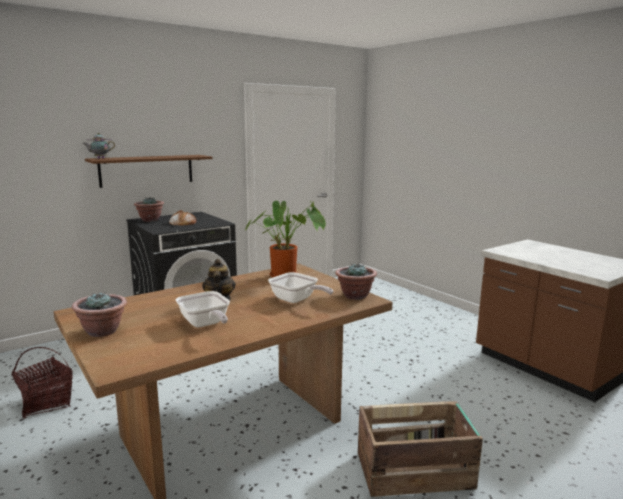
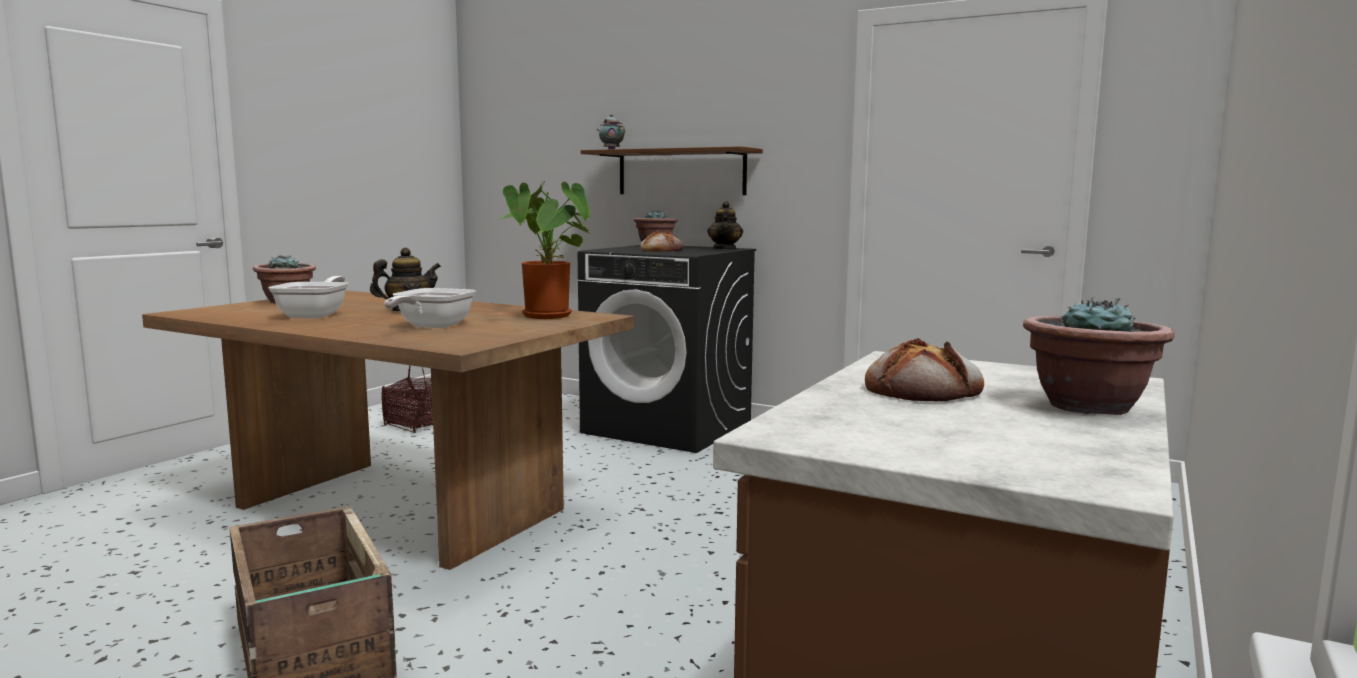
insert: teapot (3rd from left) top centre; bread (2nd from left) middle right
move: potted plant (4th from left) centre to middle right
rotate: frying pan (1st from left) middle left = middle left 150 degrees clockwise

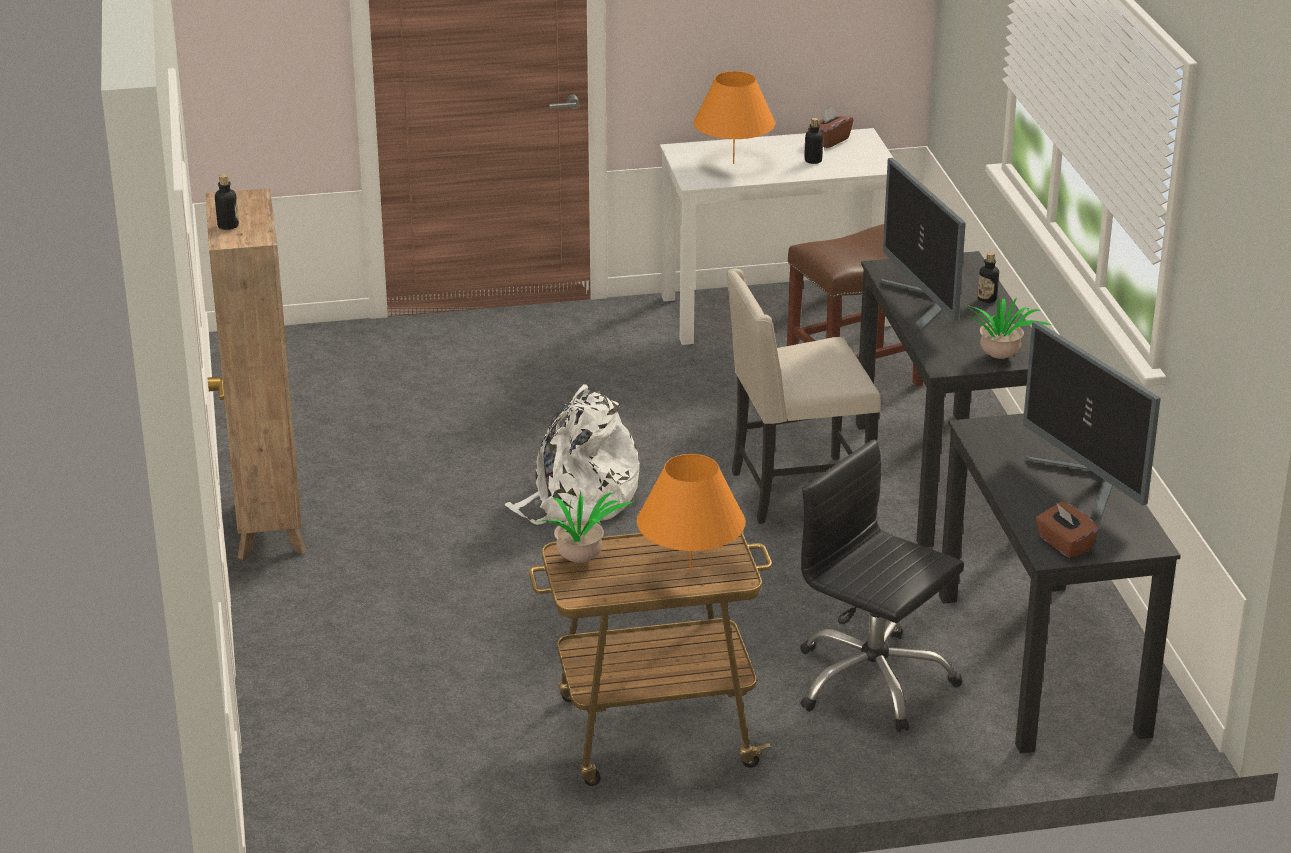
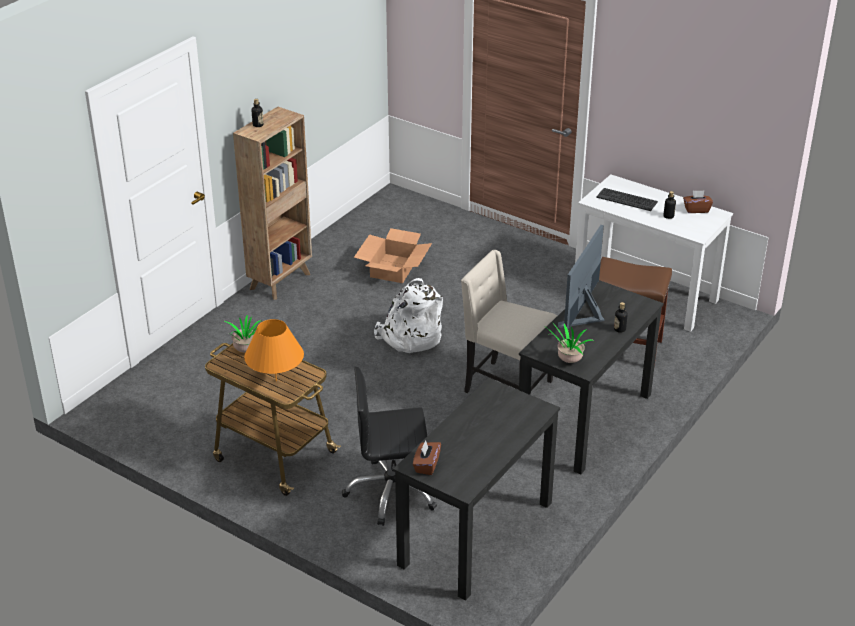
delete: monitor (2nd from left) middle right
insert: cardboard box centre
replace: orange table lamp (2nd from left) top centre to keyboard top right
rotate: black office chair bottom right = bottom centre 90 degrees counterclockwise

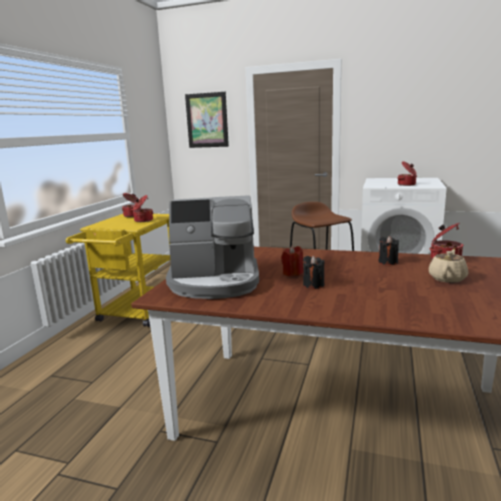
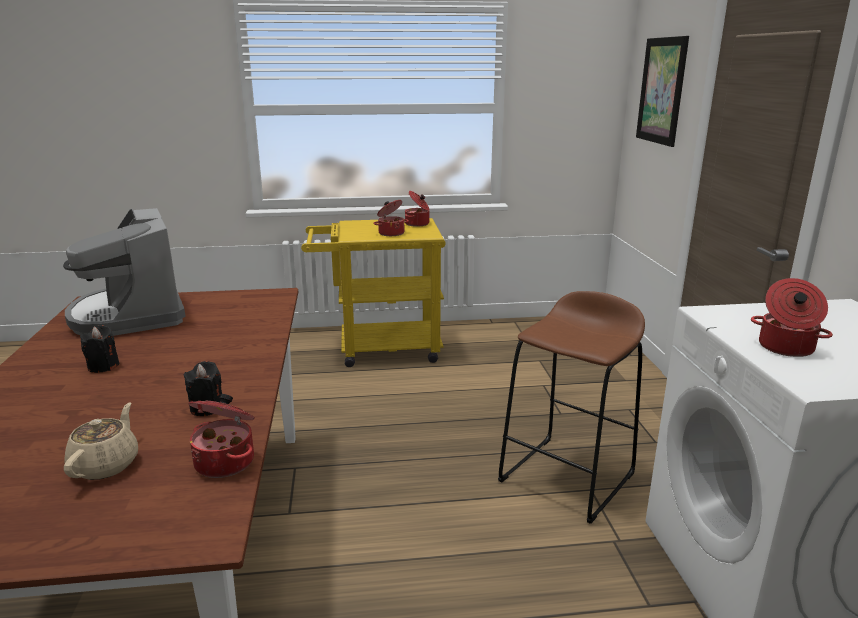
delete: red candle centre
rotate: beige teapot middle right = bottom left 90 degrees counterclockwise

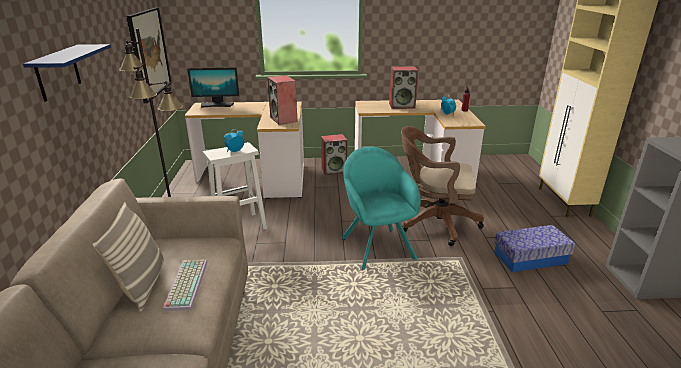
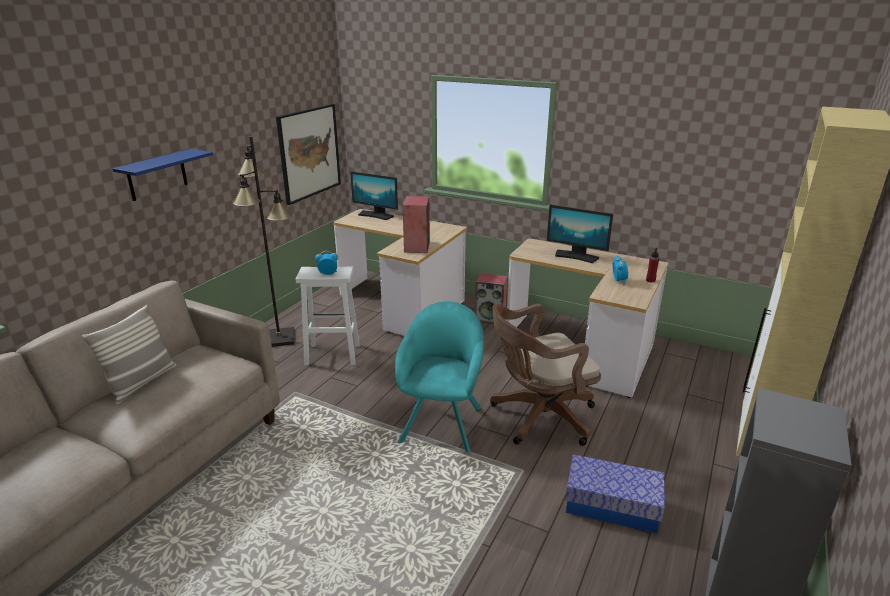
delete: keyboard bottom left
replace: speaker (3rd from left) top centre to monitor (2nd from left) centre
rotate: brown office chair centre = centre 60 degrees counterclockwise

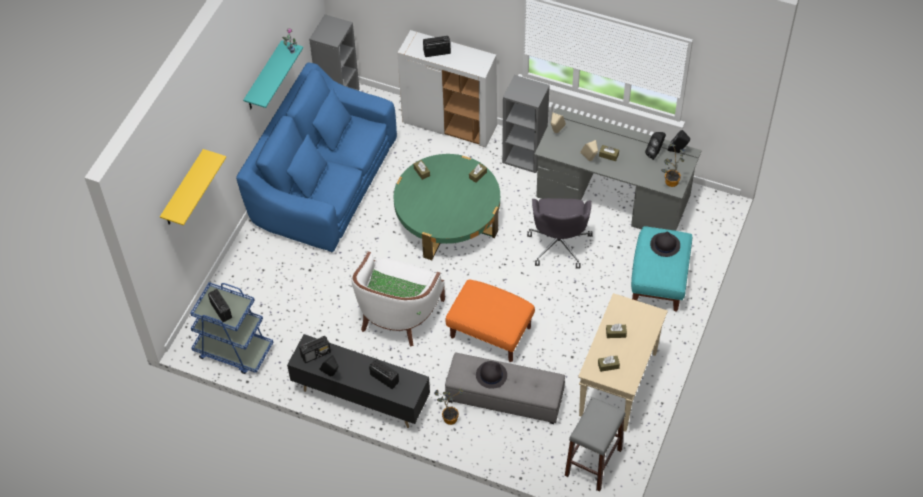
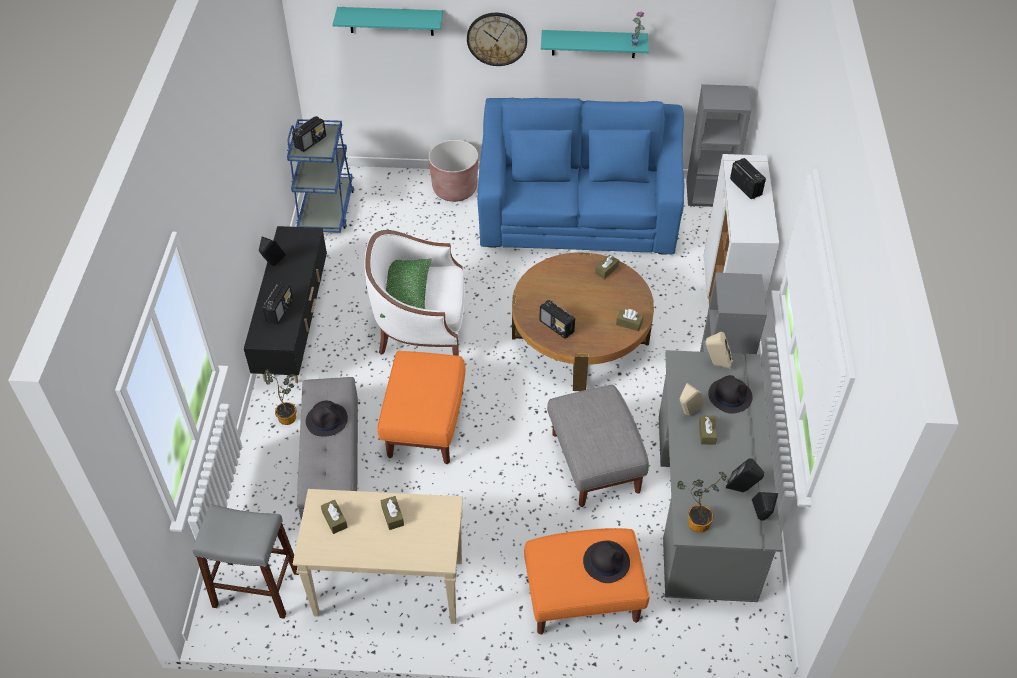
insert: wall clock top centre; brown planter top centre; black hat (3rd from left) middle right
move: radio (2nd from left in the first image) bottom centre to radio (3rd from left) centre
replace: grey office chair centre to grey ottoman (2nd from left) centre
recolor: yellow shelf middle left to turquoise shelf (1st from left) top centre; green coffee table centre to brown coffee table centre; turquoise ottoman middle right to orange ottoman (2nd from left) bottom centre

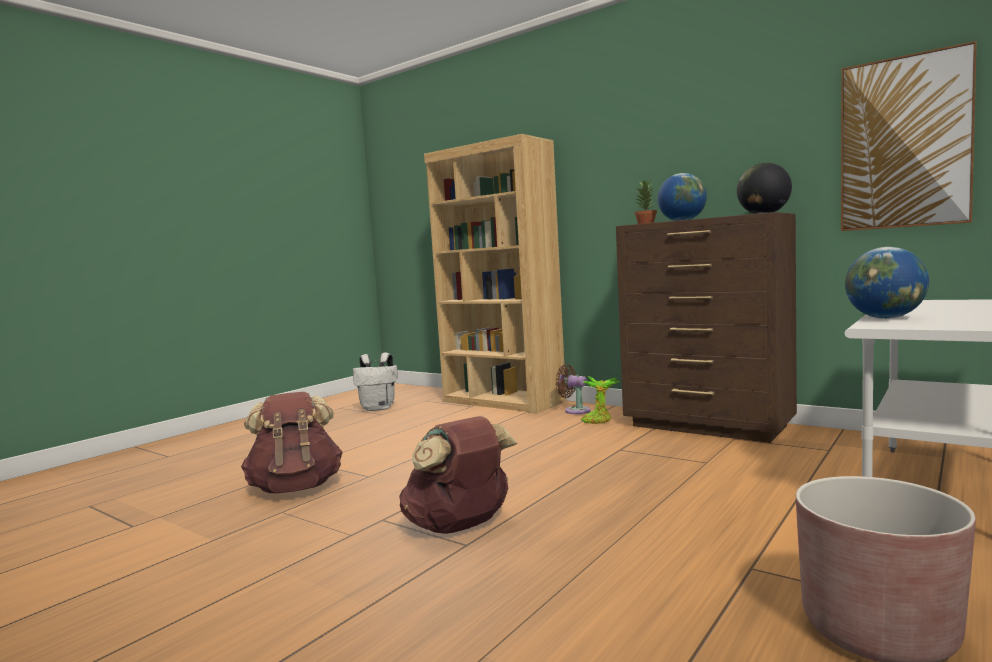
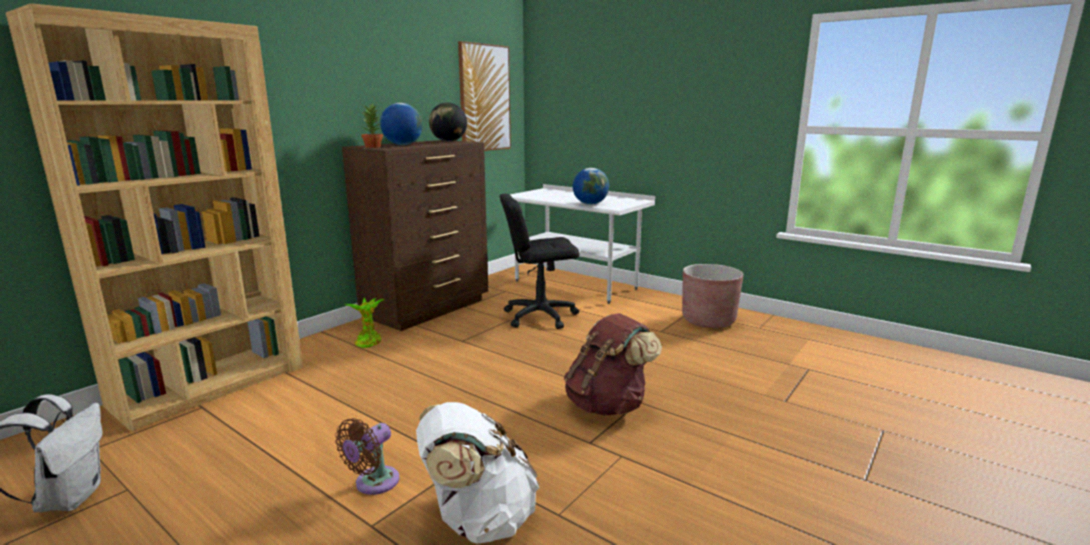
insert: black office chair centre
move: brown fan centre to bottom centre
recolor: brown backpack (1st from left) bottom left to white backpack (2nd from left) bottom centre

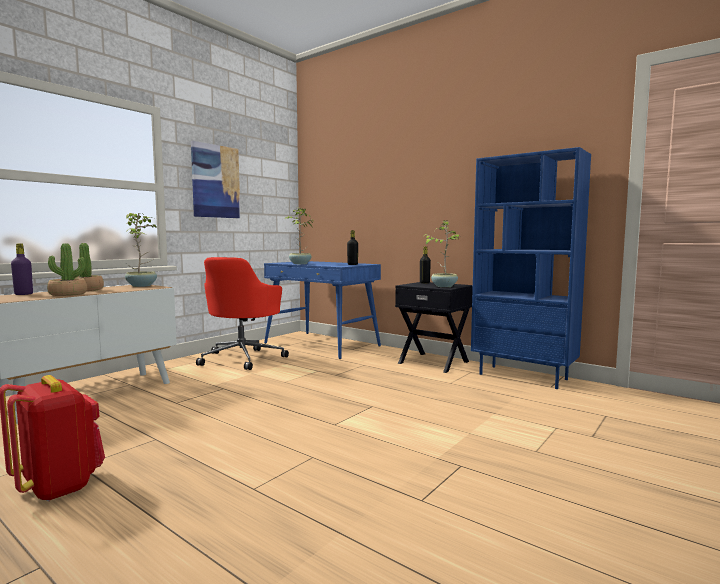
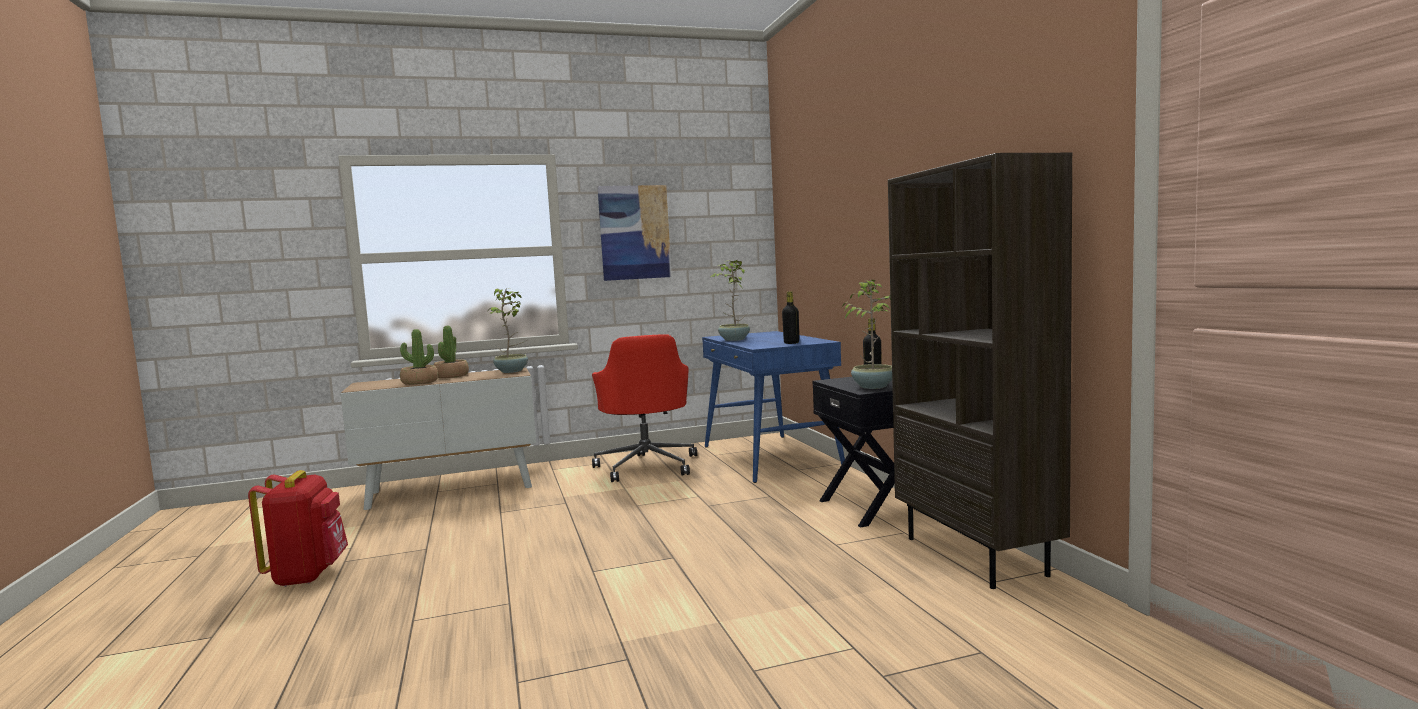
delete: purple bottle middle left
recolor: blue bookcase middle right to brown bookcase middle right
rotate: red office chair centre = centre 60 degrees counterclockwise

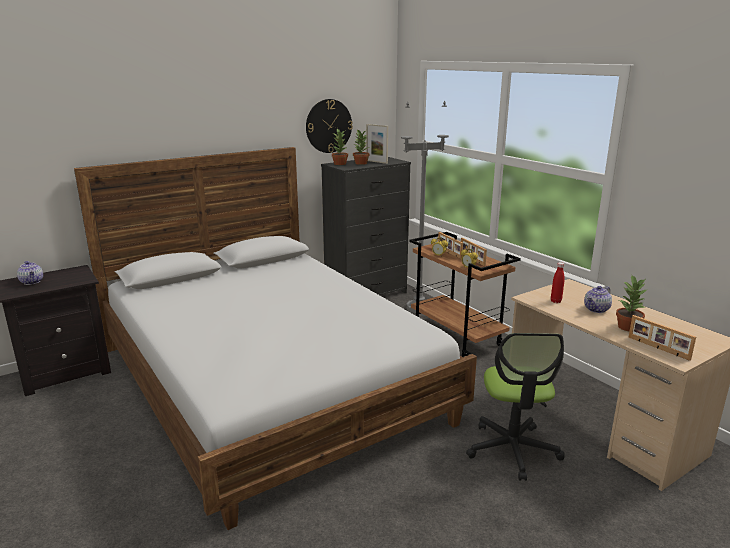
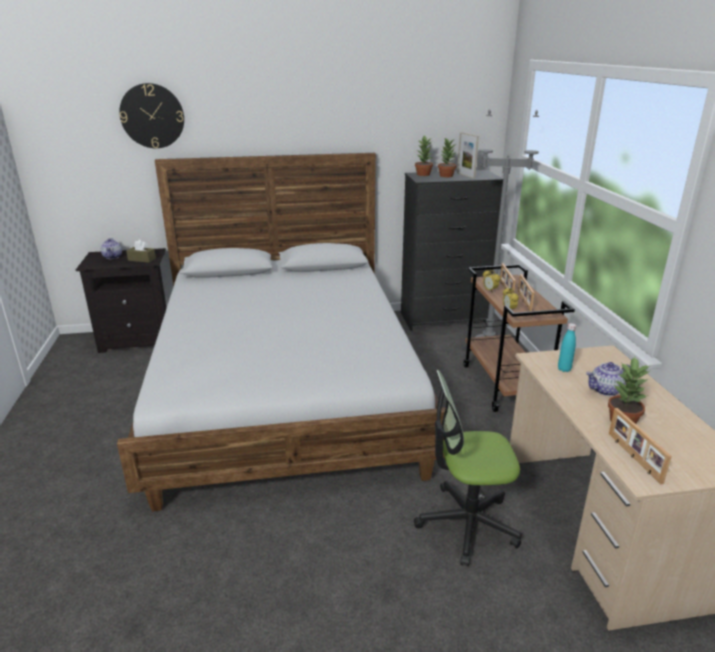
insert: brown tissue box middle left
move: wall clock top centre to top left
recolor: red bottle middle right to turquoise bottle middle right
rotate: office chair bottom right = bottom centre 60 degrees clockwise

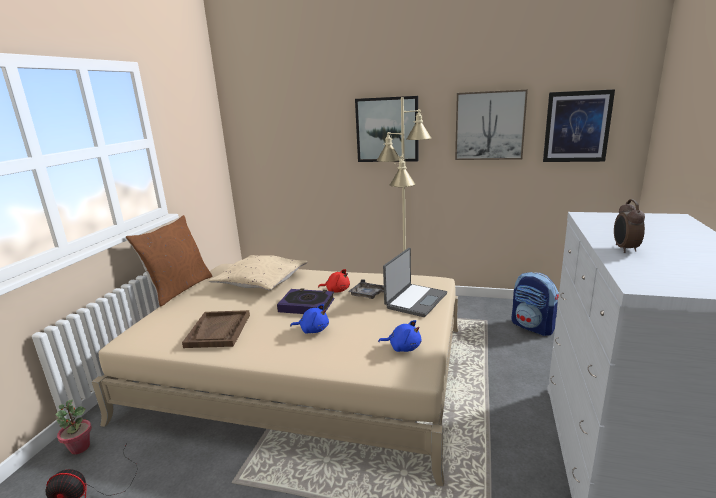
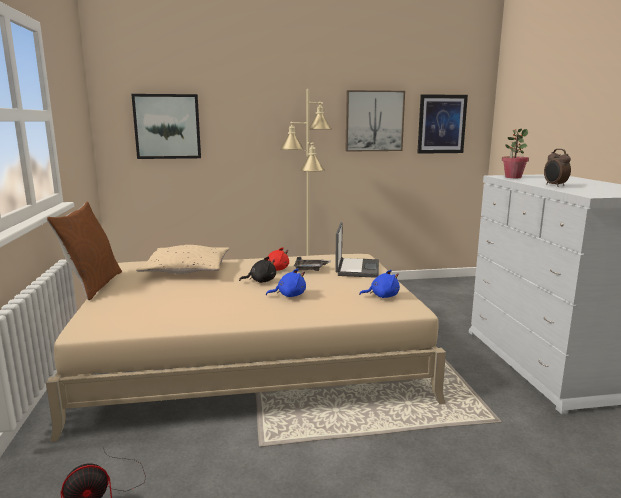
delete: backpack middle right; brown tray middle left
move: picture (1st from left) top centre to top left; potted plant bottom left to top right
replace: book centre to black plush toy centre

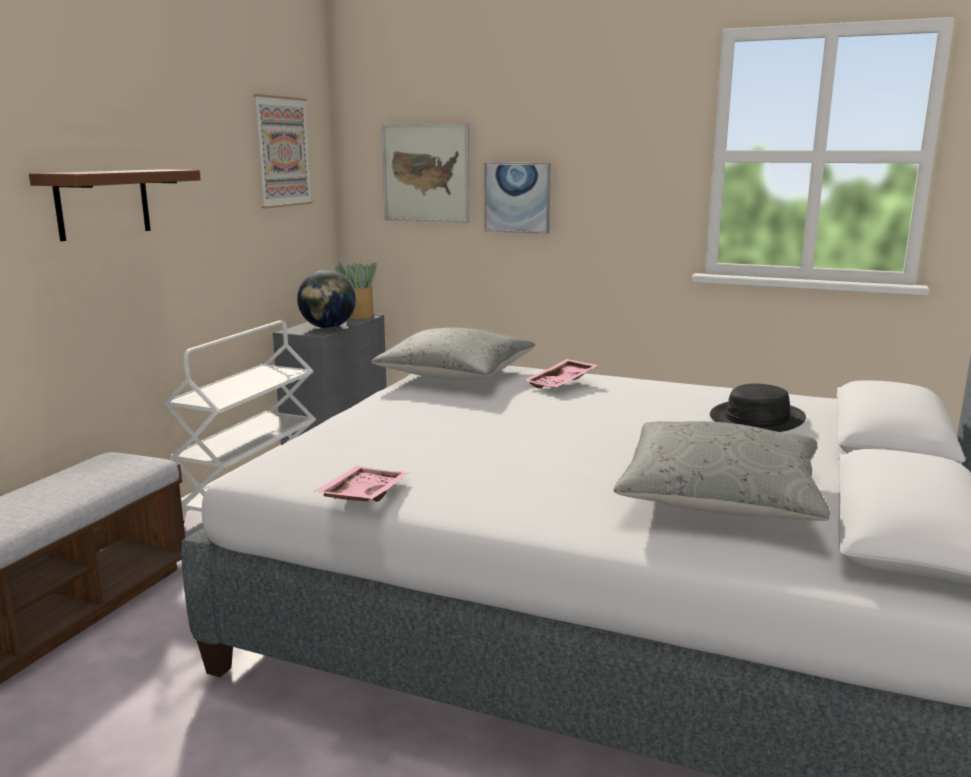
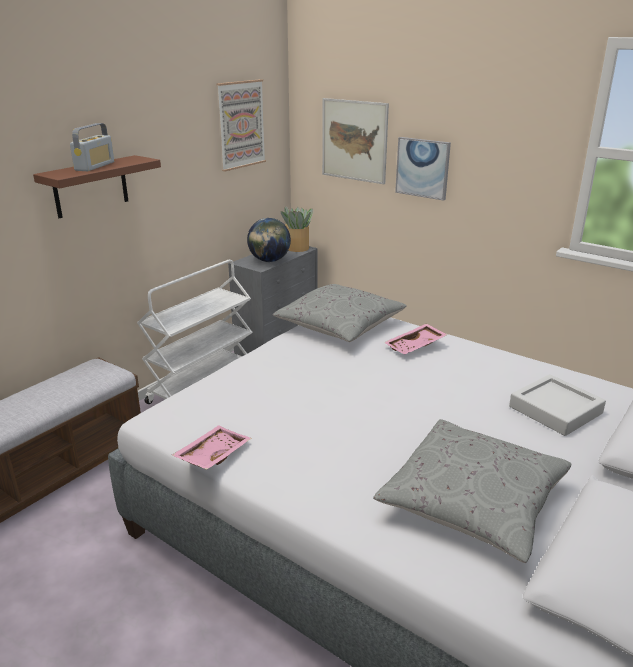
insert: radio top left
replace: black hat middle right to grey tray middle right

